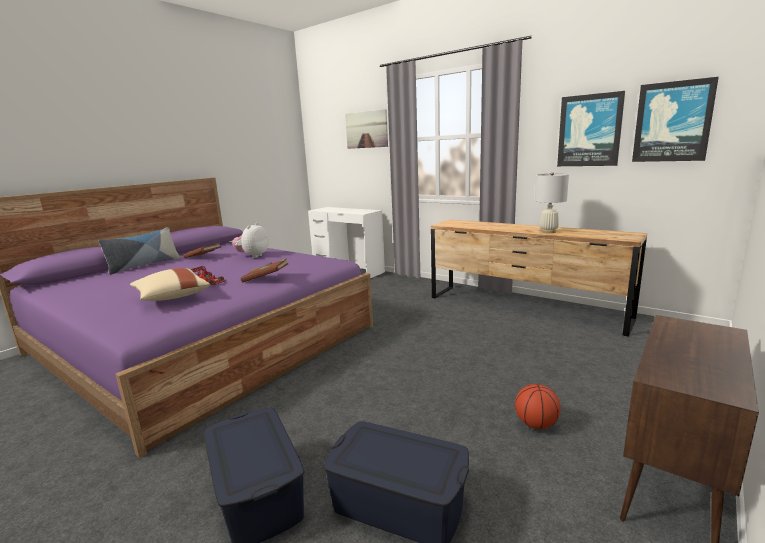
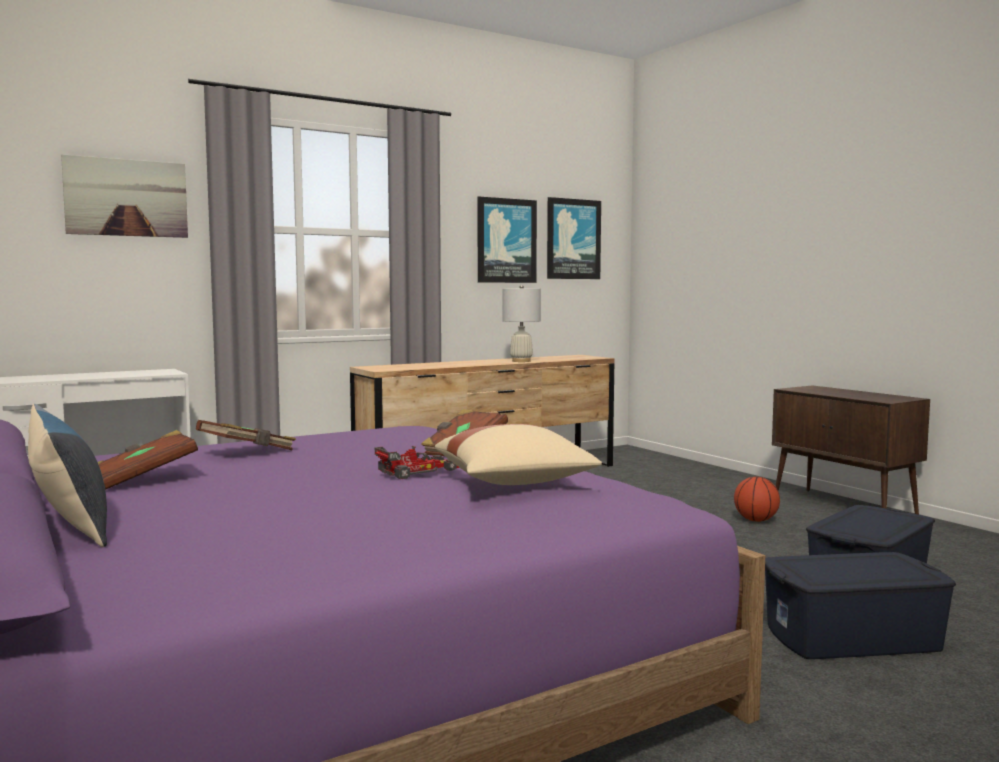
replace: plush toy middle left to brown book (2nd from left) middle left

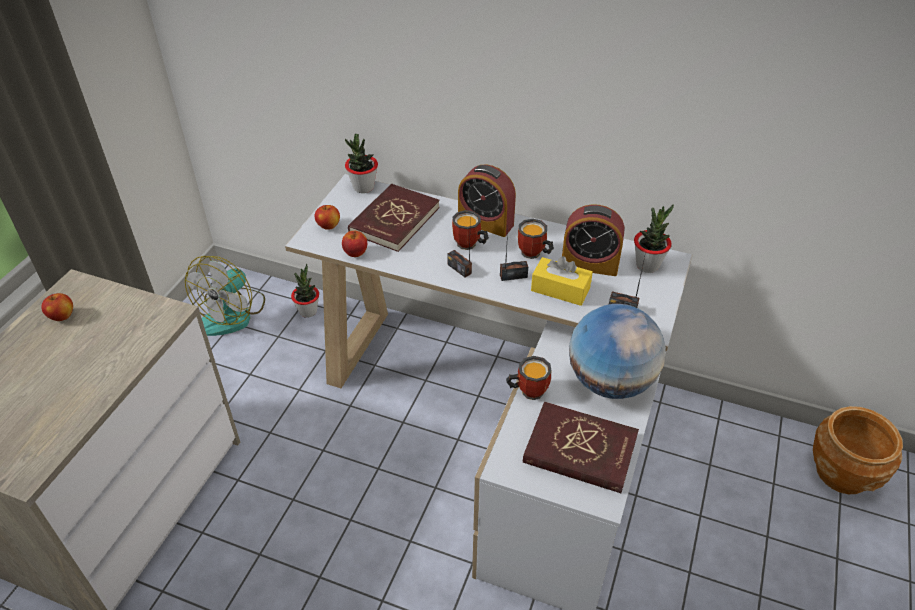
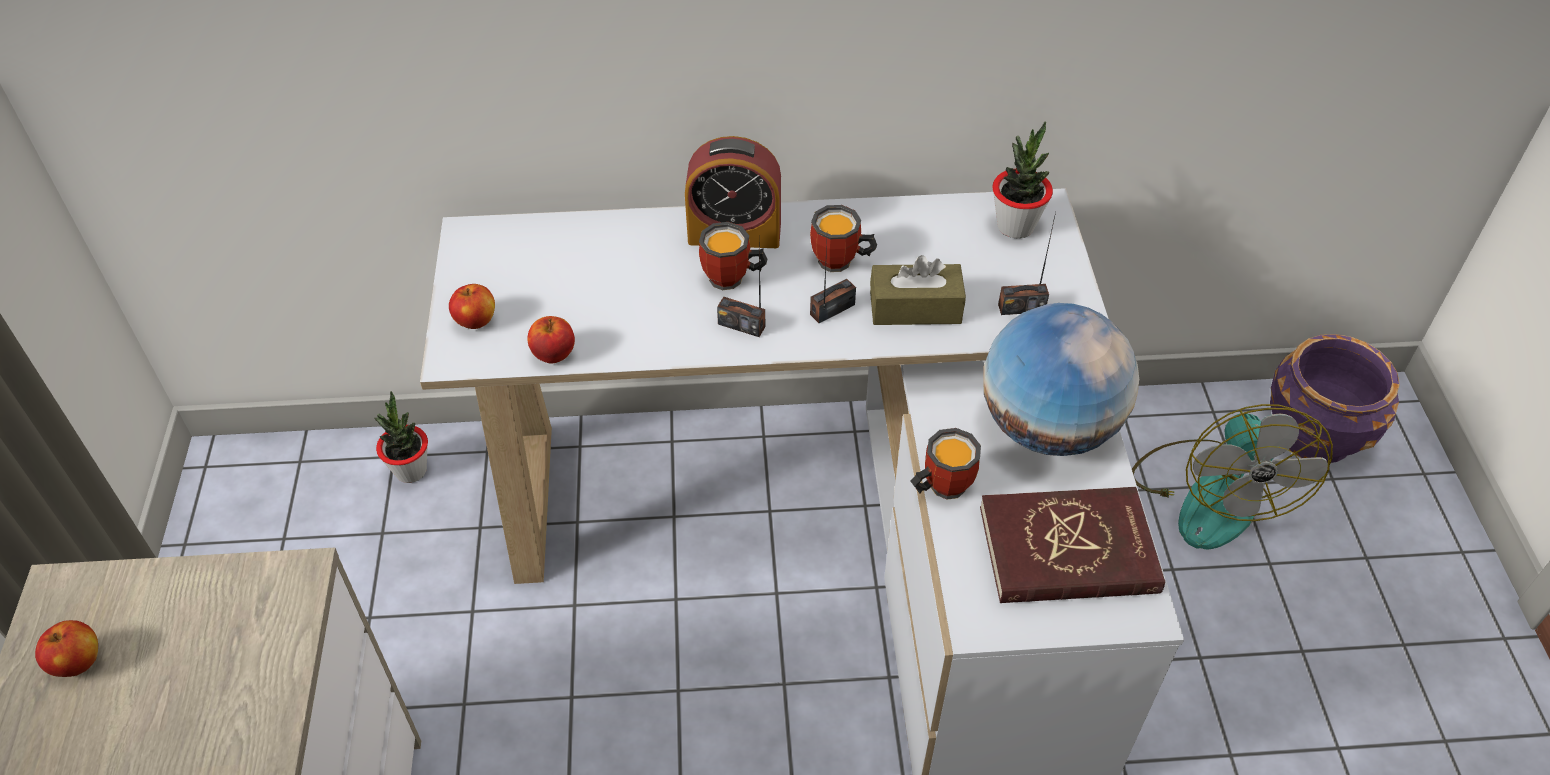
delete: potted plant (2nd from left) top centre; red book (1st from left) centre; alarm clock (2nd from left) centre
move: fan middle left to middle right
recolor: yellow tissue box centre to brown tissue box centre; brown planter bottom right to purple planter middle right

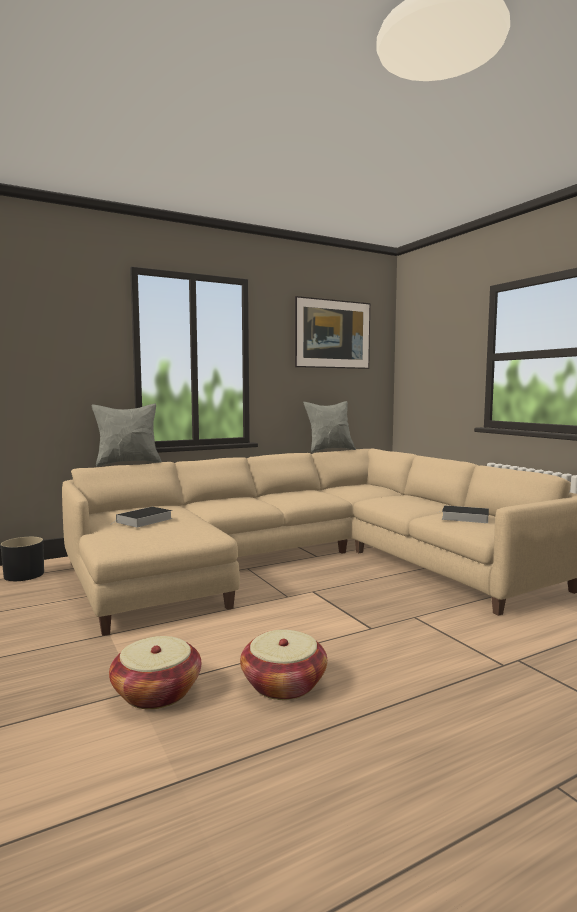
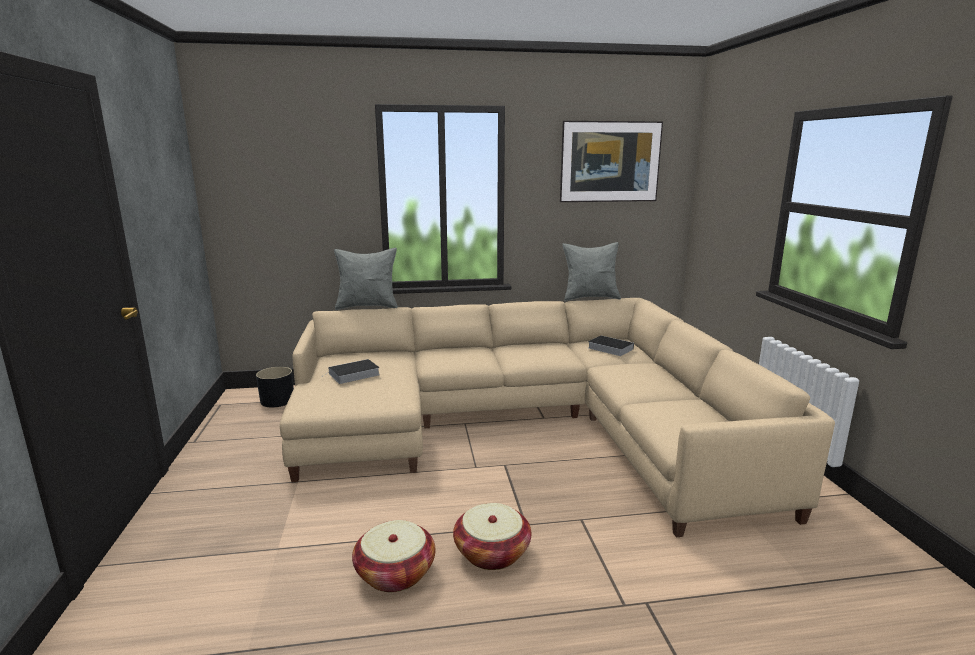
move: book (2nd from left) middle right to centre; basket (1st from left in the first image) bottom left to basket (2nd from left) bottom centre

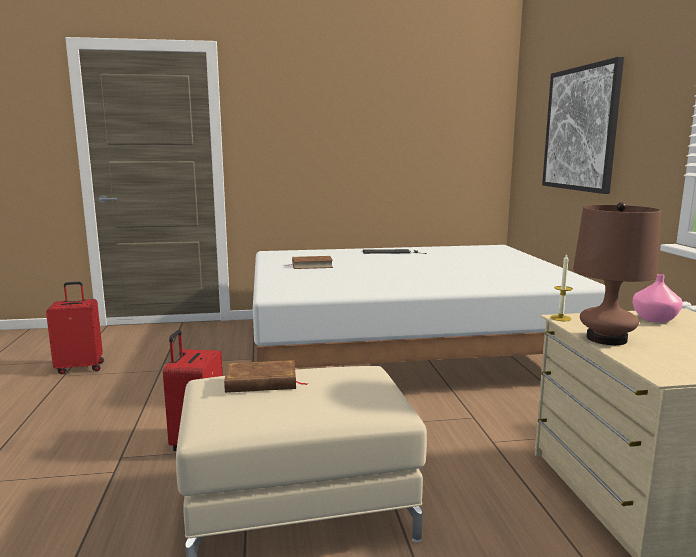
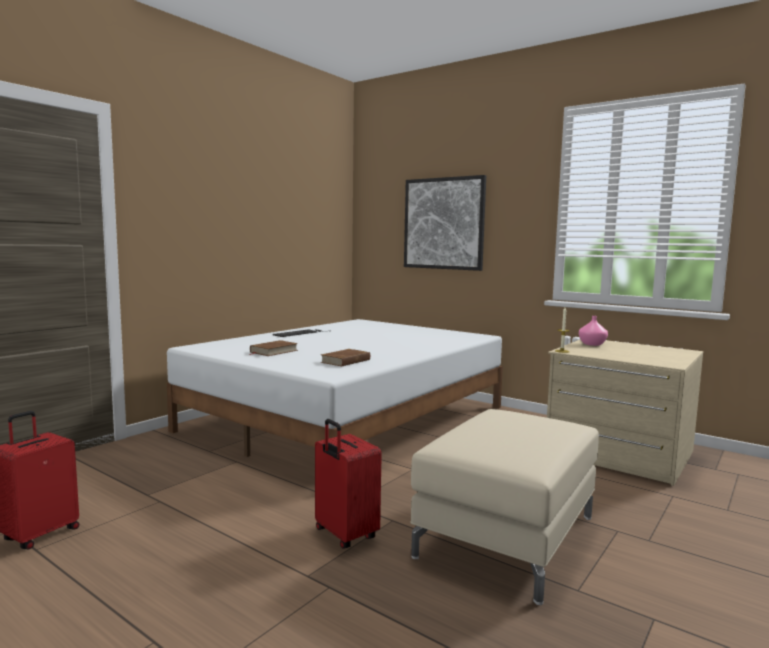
delete: brown table lamp middle right
move: brown book (1st from left in the first image) bottom centre to brown book (2nd from left) centre

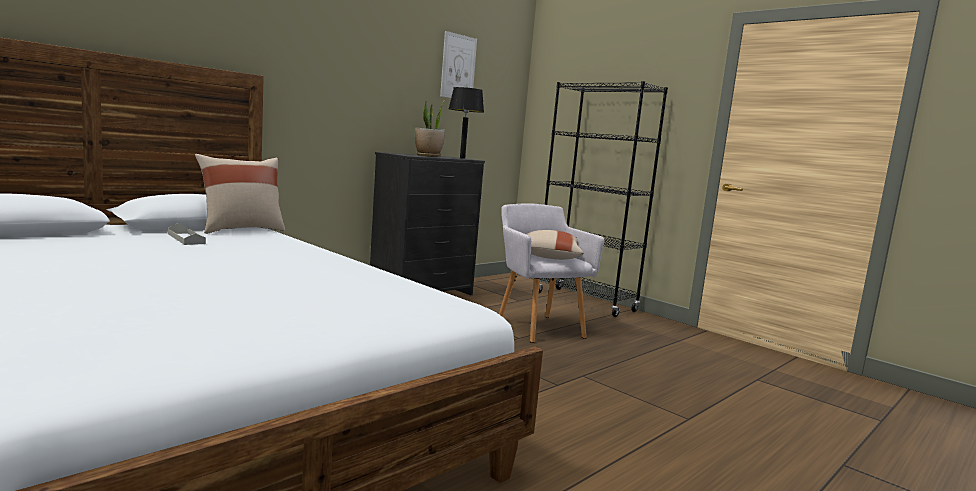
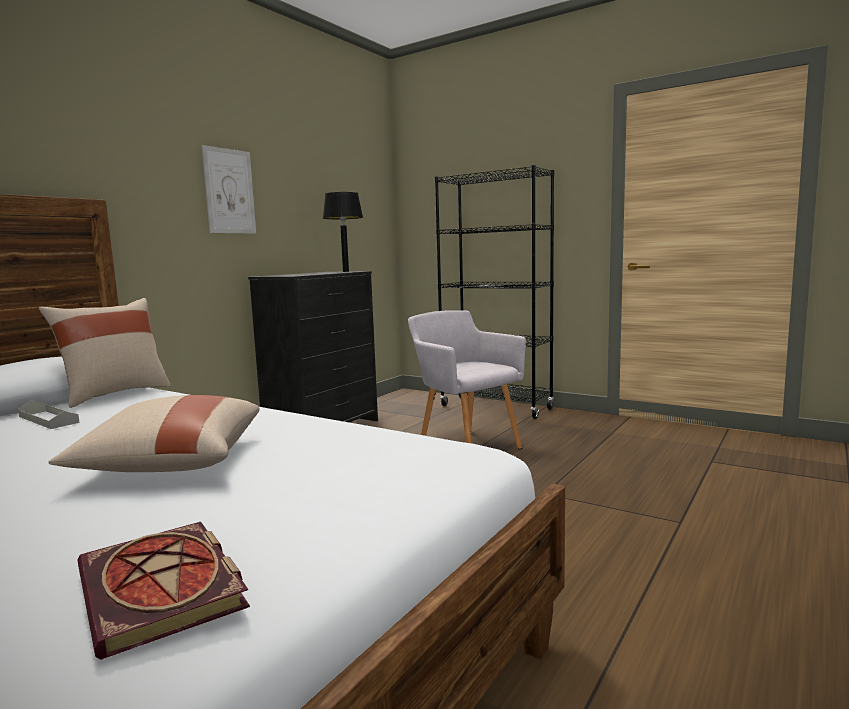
delete: potted plant top centre
insert: book bottom left
move: picture top centre to top left; beige pillow (2nd from left) centre to middle left

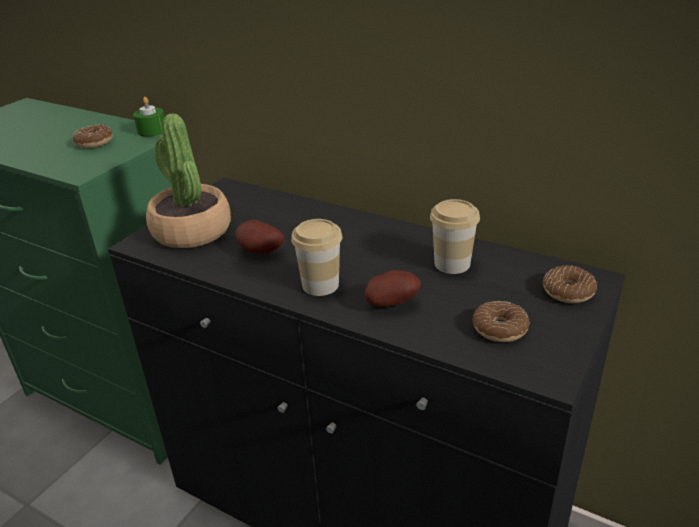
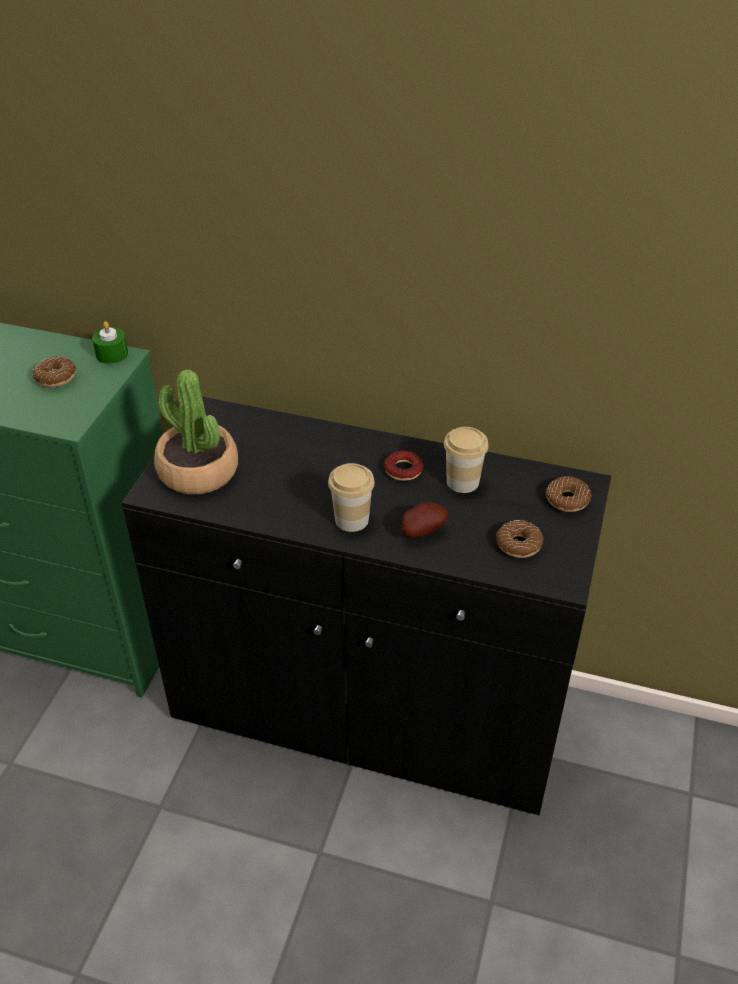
delete: potato (1st from left) centre
insert: donut (2nd from left) centre

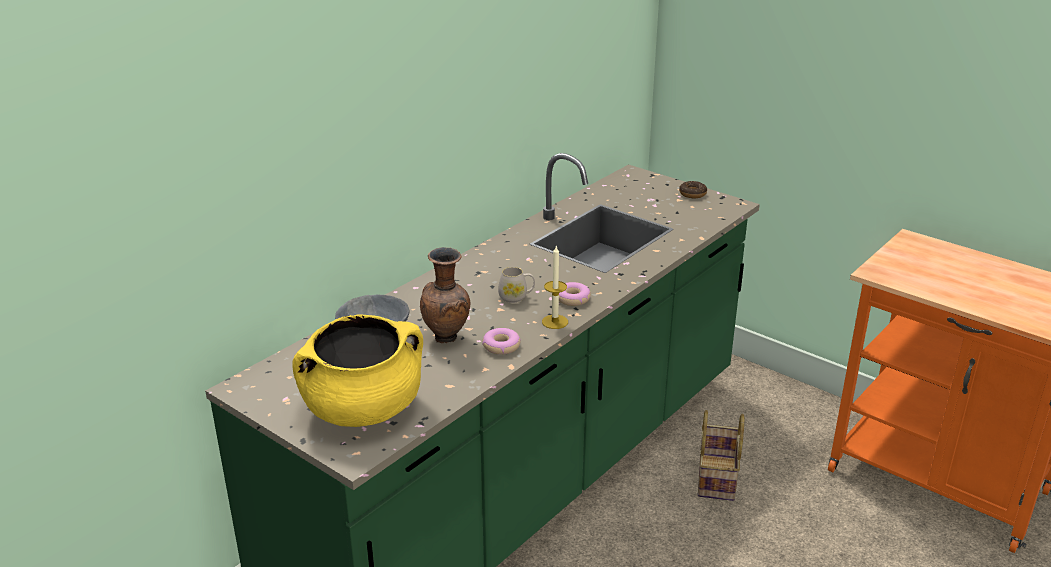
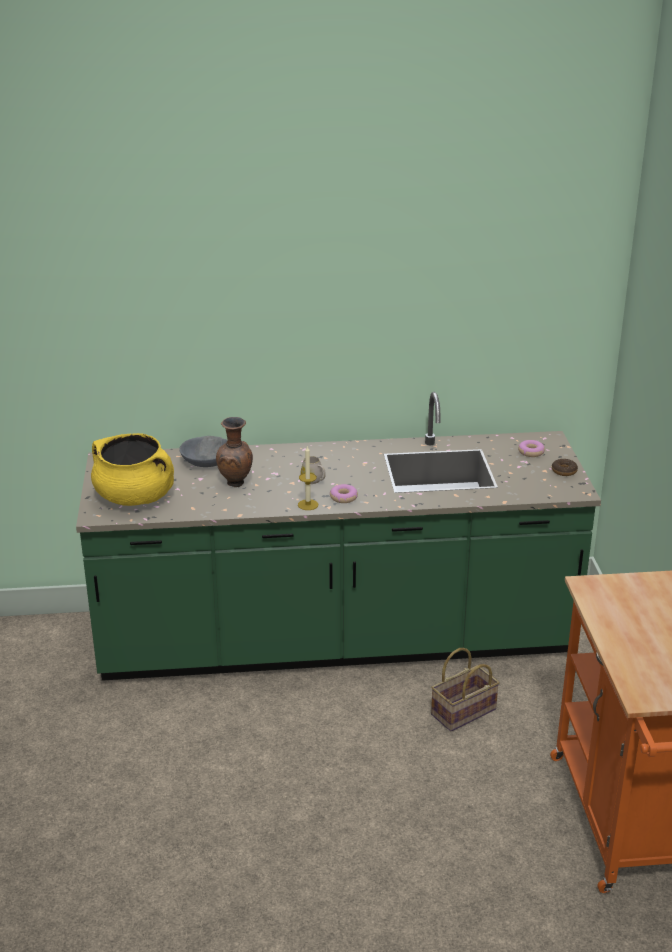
move: donut (1st from left in the first image) centre to donut (2nd from left) middle right

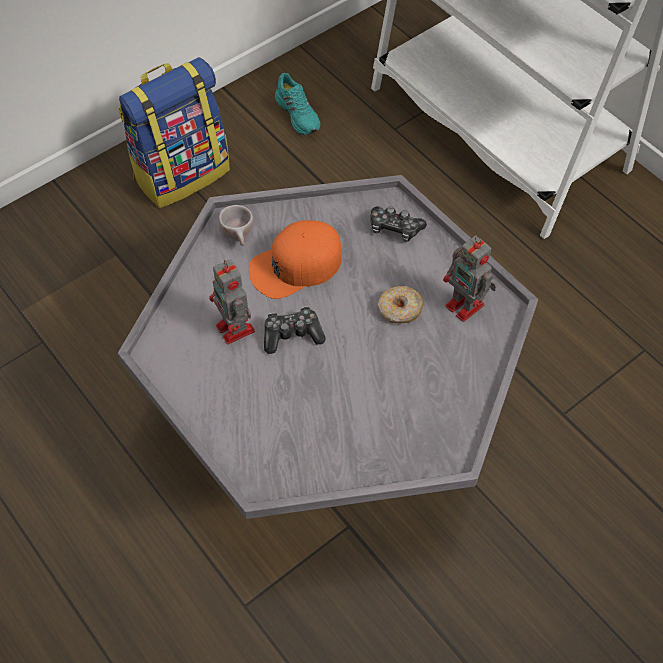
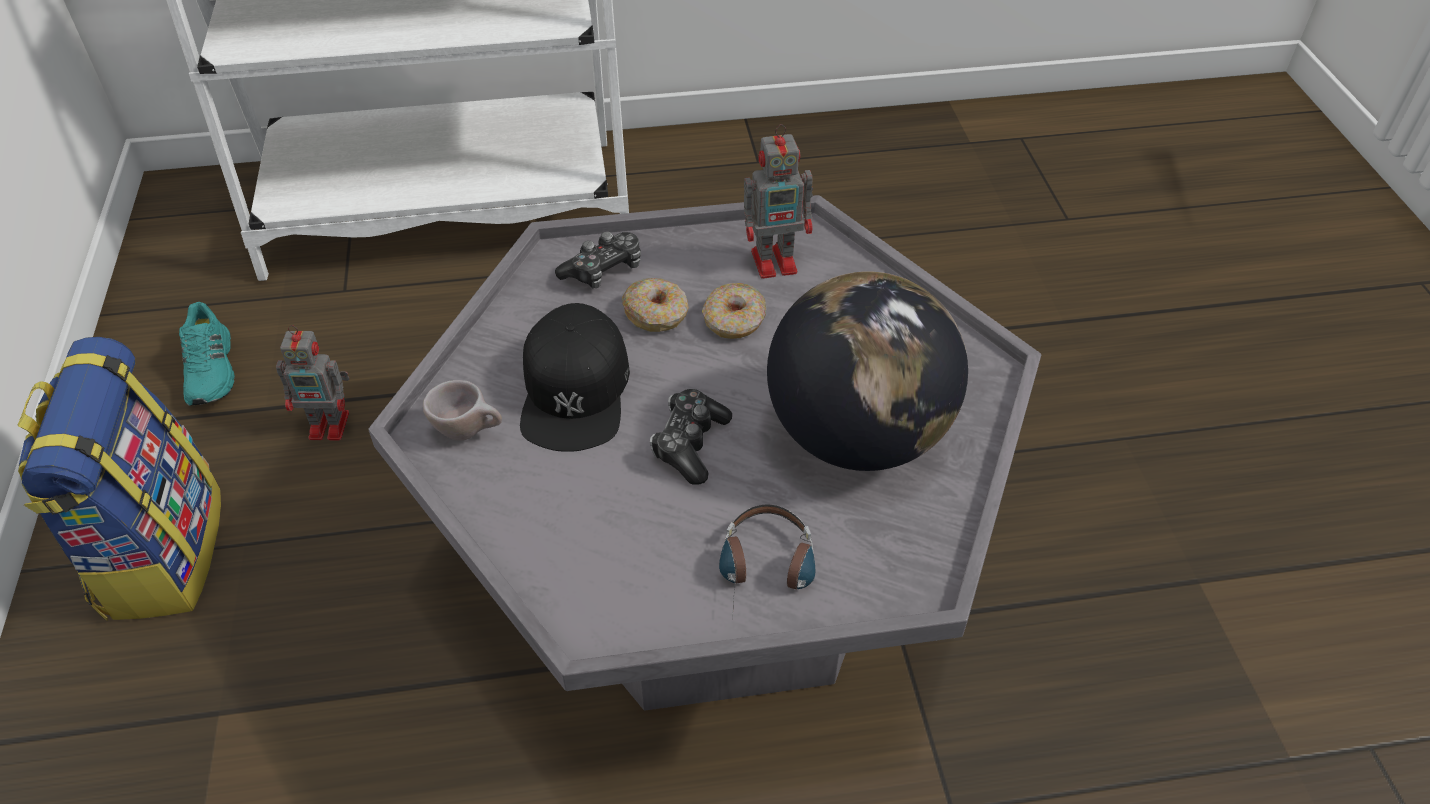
insert: globe centre; donut (1st from left) centre; headphones bottom centre
move: toy robot (1st from left) centre to middle left
recolor: orange cap centre to black cap centre
rotate: turquoise shoe top centre = middle left 75 degrees clockwise

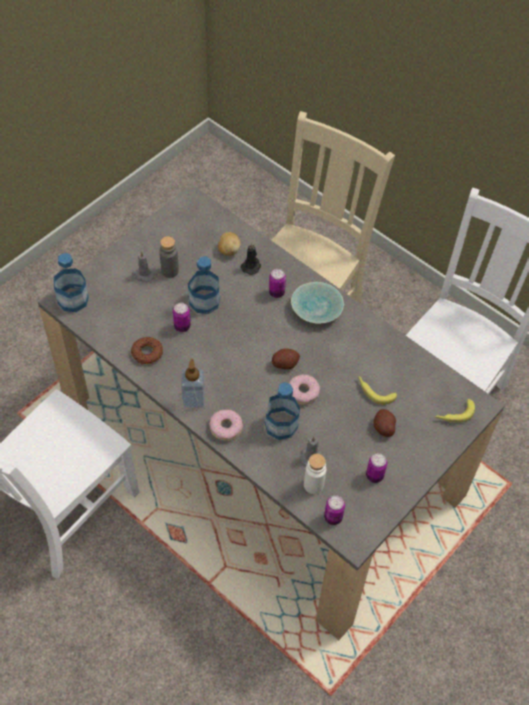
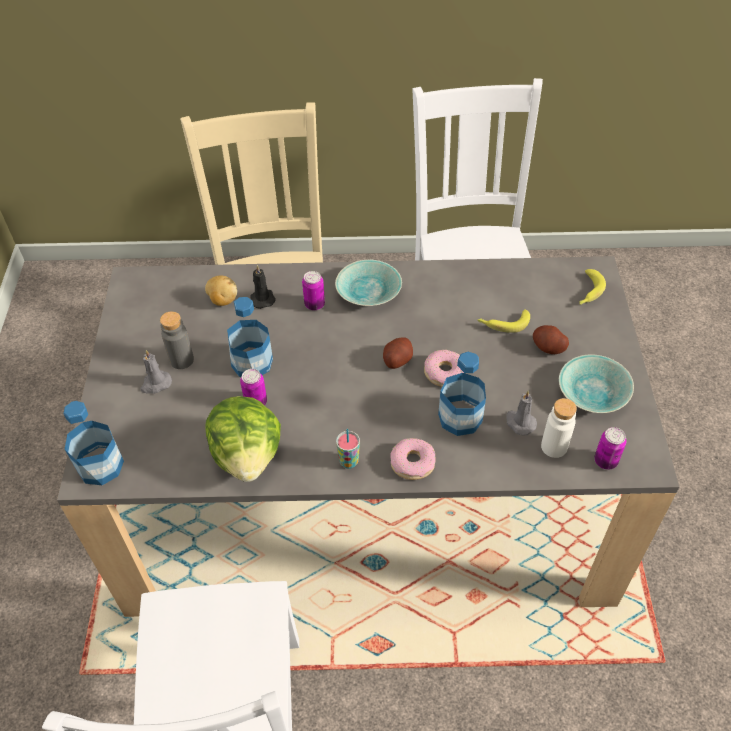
replace: donut (1st from left) middle left to lettuce middle left; soap dispenser centre to cup centre; can (4th from left) middle right to turquoise bowl (2nd from left) middle right

